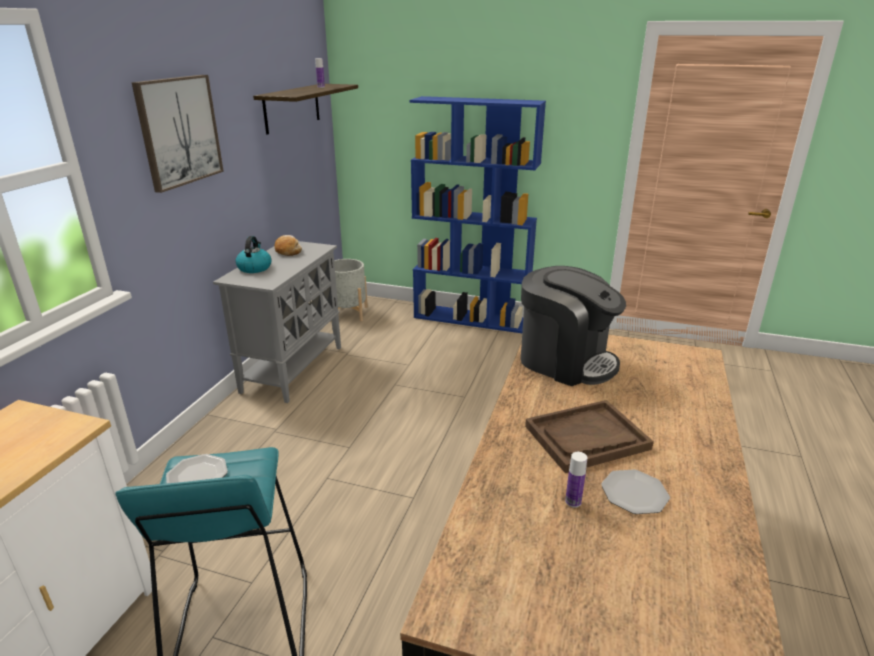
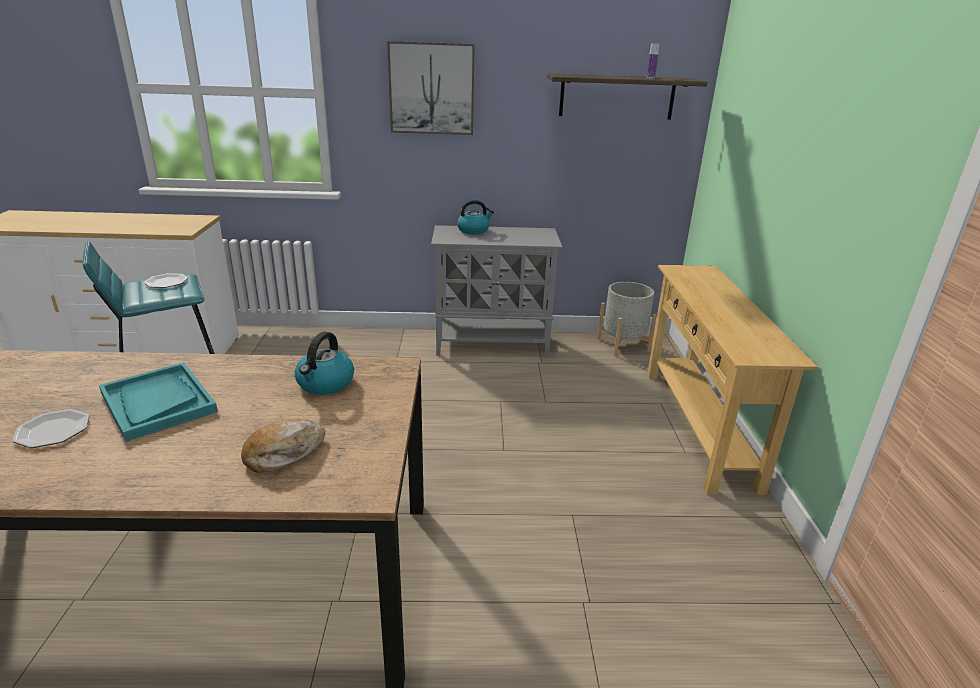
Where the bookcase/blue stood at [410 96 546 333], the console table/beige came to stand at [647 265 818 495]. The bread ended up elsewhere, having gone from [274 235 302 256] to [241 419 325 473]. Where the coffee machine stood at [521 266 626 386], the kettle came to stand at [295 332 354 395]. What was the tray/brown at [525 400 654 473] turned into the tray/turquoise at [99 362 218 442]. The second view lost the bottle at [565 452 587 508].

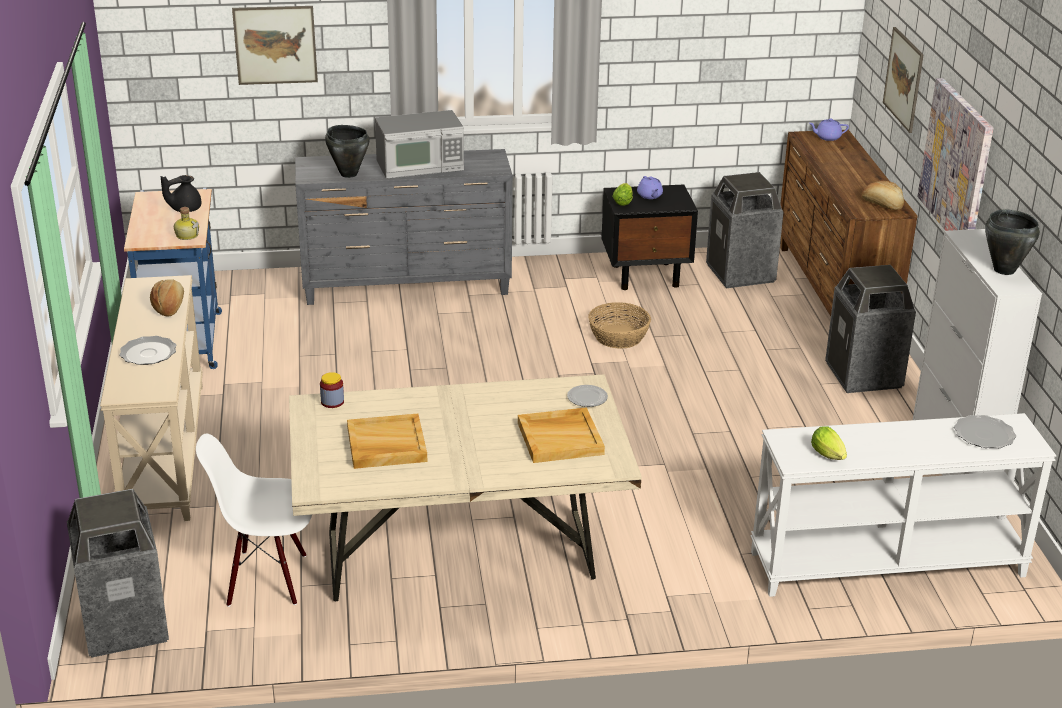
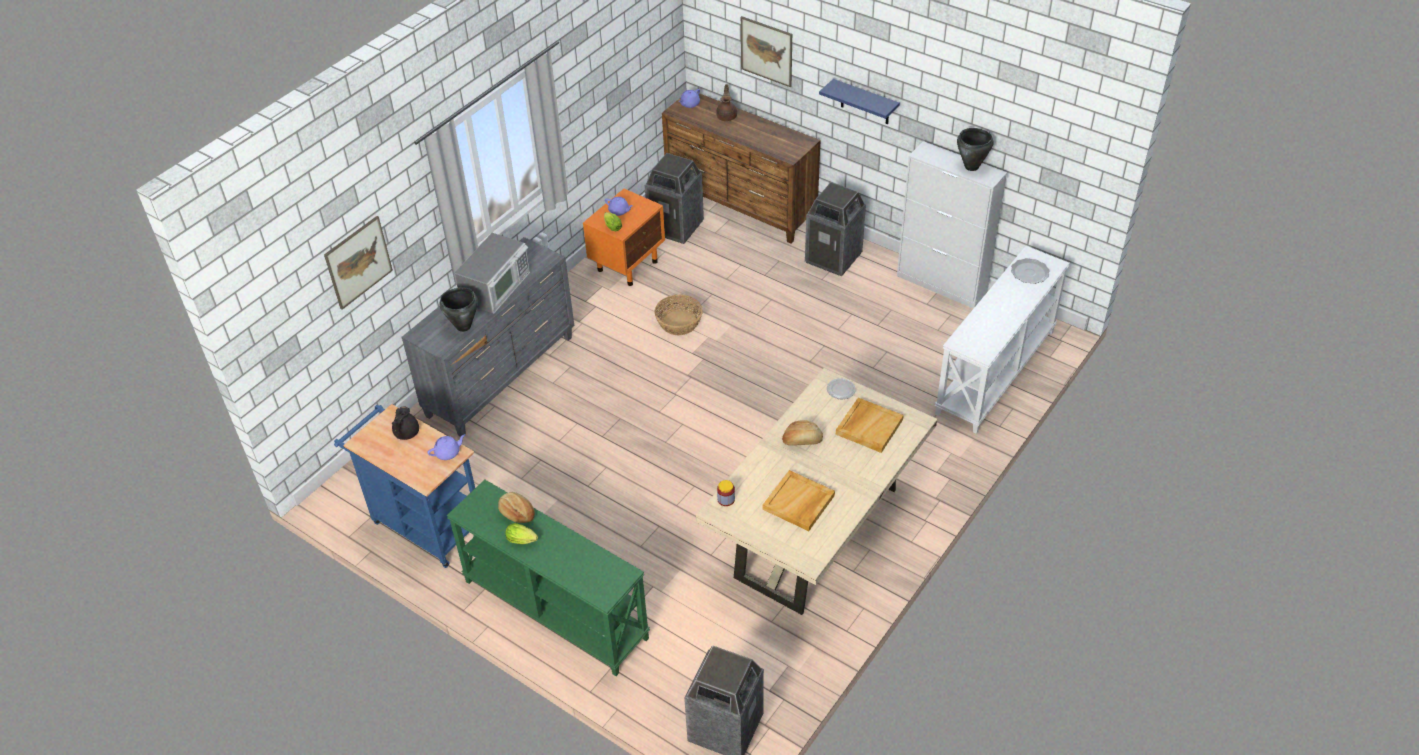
Where the picture hung at [917 78 993 231], the shelf/blue came to hang at [819 79 900 124]. The bread ended up elsewhere, having gone from [862 180 904 210] to [782 420 823 446]. What was the nightstand/black at [602 184 698 290] turned into the nightstand/orange at [583 189 665 286]. Where the bottle stood at [174 207 199 240], the teapot/purple came to stand at [428 434 466 460]. What was the console table/beige at [100 275 203 521] turned into the console table/green at [447 480 650 676]. The second view lost the plate at [119 336 176 365]. The lettuce ended up elsewhere, having gone from [811 427 847 460] to [505 523 538 544]. The second view lost the chair/white at [196 433 312 607]. The second view gained the teapot/brown at [716 84 737 121].

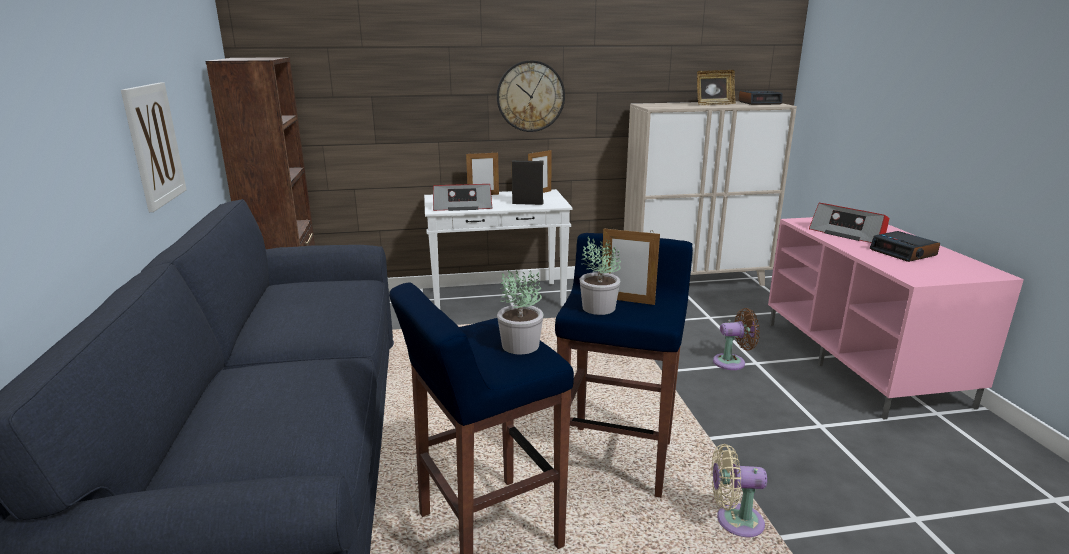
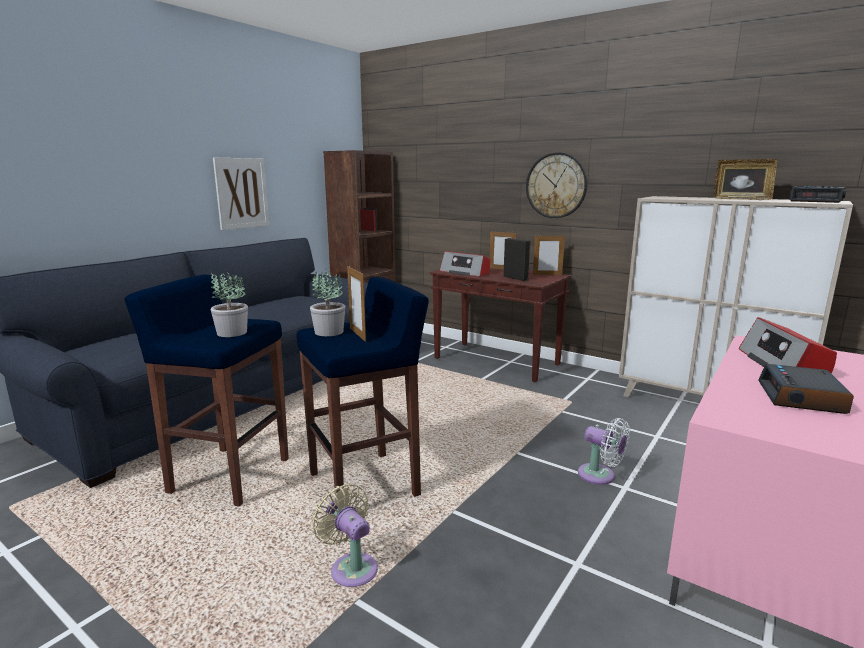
What was the console table/white at [424 189 572 309] turned into the console table/brown at [430 268 571 383]. What was the fan/brown at [713 308 760 370] turned into the fan/white at [578 418 630 485].

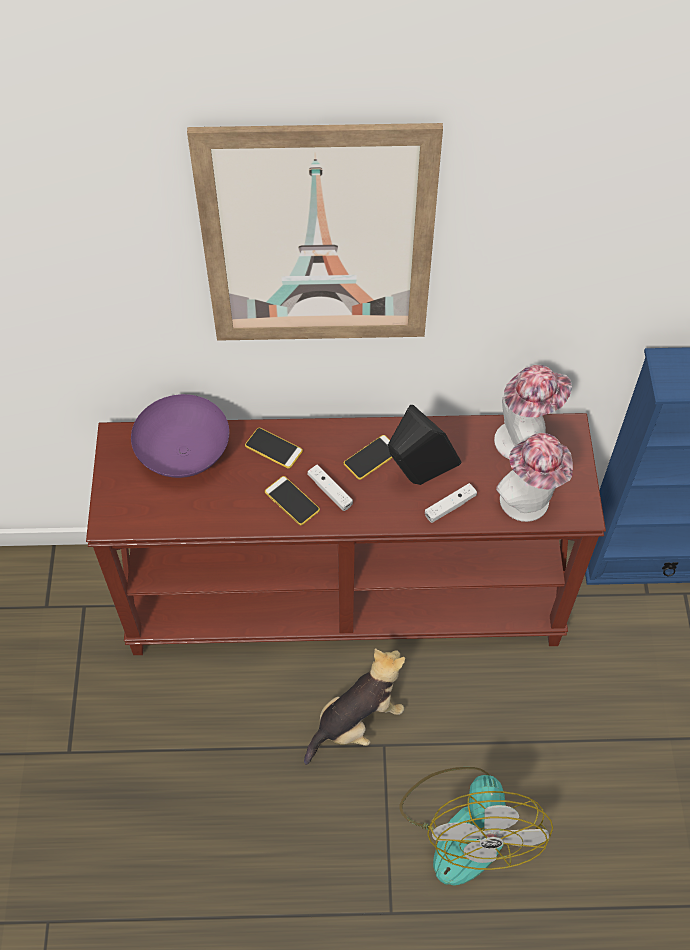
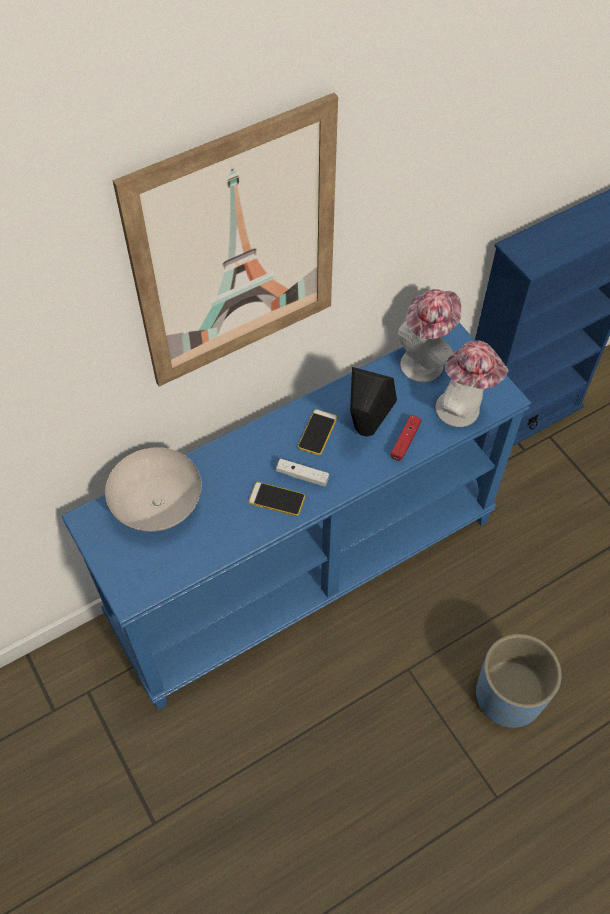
What was the bowl/purple at [131 394 229 478] turned into the bowl/white at [105 447 202 532]. What was the console table/brown at [86 413 606 655] turned into the console table/blue at [61 323 531 710]. The second view lost the phone at [245 428 303 469]. What was the game controller/white at [425 483 477 523] turned into the game controller/red at [391 415 421 461]. The second view lost the plush toy at [304 649 405 765]. Where the fan stood at [400 767 553 886], the planter/blue came to stand at [476 634 562 728].

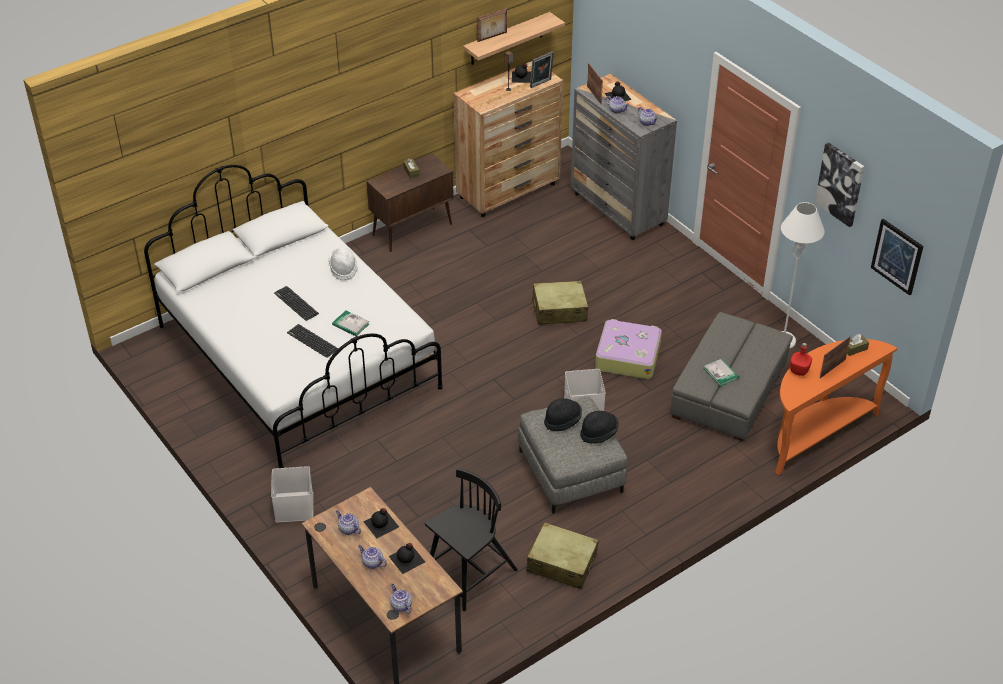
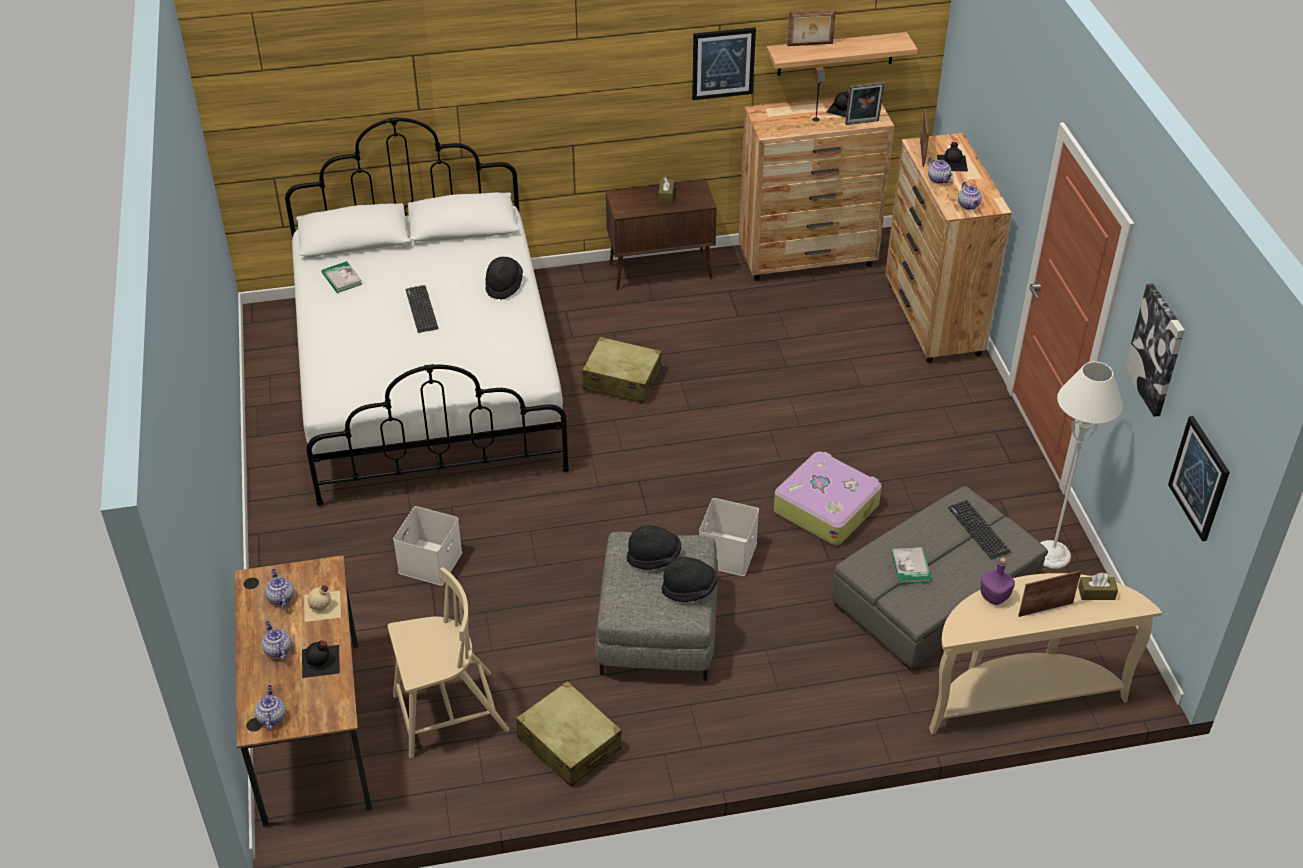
What was the dresser/grey at [571 74 677 240] turned into the dresser/brown at [885 133 1012 363]. What was the hat/white at [329 247 358 280] turned into the hat/black at [485 256 523 300]. The suitcase/beige ended up elsewhere, having gone from [531 281 588 325] to [582 337 662 404]. The book ended up elsewhere, having gone from [332 311 369 336] to [321 261 362 293]. The keyboard ended up elsewhere, having gone from [287 324 338 358] to [948 500 1011 559]. What was the console table/orange at [775 339 897 475] turned into the console table/beige at [929 573 1162 734]. What was the bottle/red at [790 343 812 376] turned into the bottle/purple at [980 557 1015 605]. The storage box/white ended up elsewhere, having gone from [271 466 313 523] to [393 506 462 586]. What was the chair/black at [425 468 518 611] turned into the chair/beige at [388 567 509 758]. What was the bottle/black at [363 508 399 538] turned into the bottle/beige at [304 585 341 622]. The second view gained the picture at [692 27 756 100].

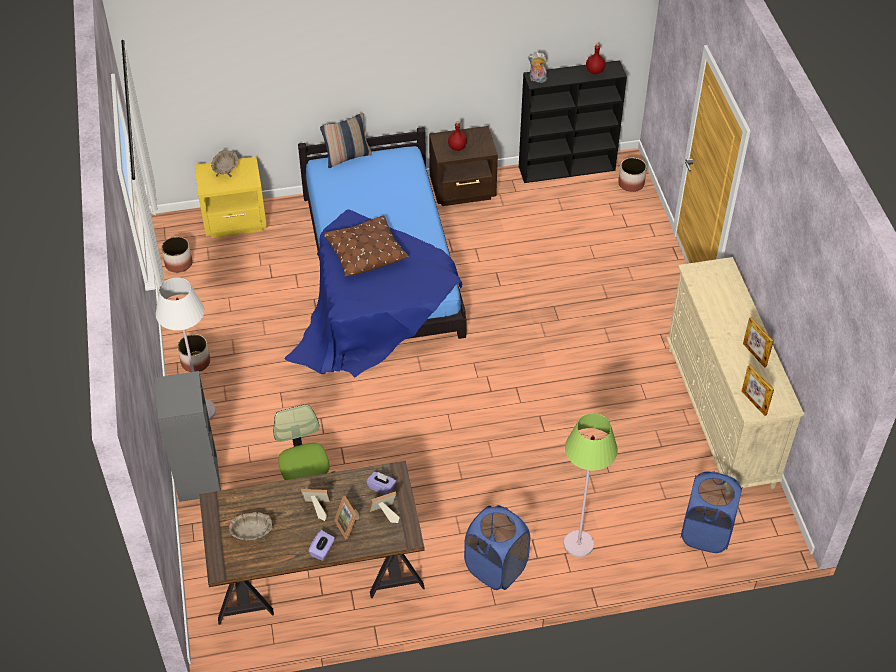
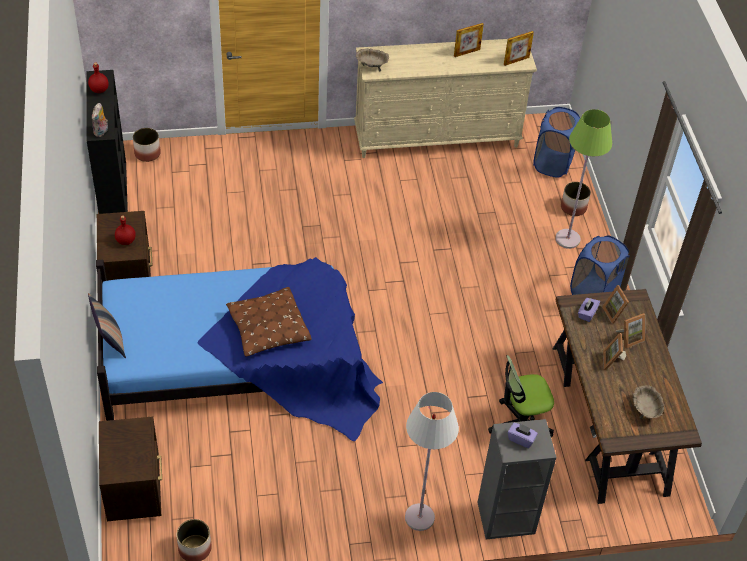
The bowl/beige ended up elsewhere, having gone from [211 150 238 177] to [356 48 389 71]. What was the nightstand/yellow at [195 156 267 238] turned into the nightstand/brown at [99 417 162 521]. The planter ended up elsewhere, having gone from [178 334 210 372] to [561 182 591 216]. The tissue box/purple ended up elsewhere, having gone from [308 530 335 561] to [508 423 538 448].

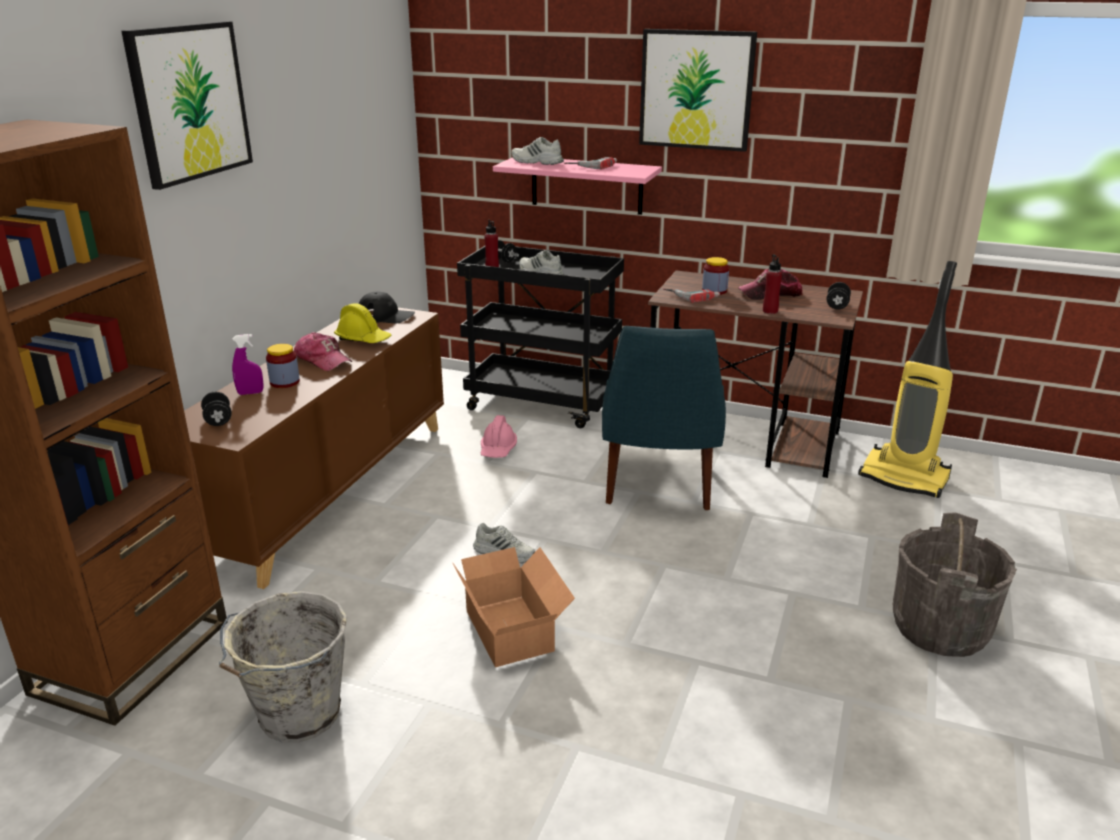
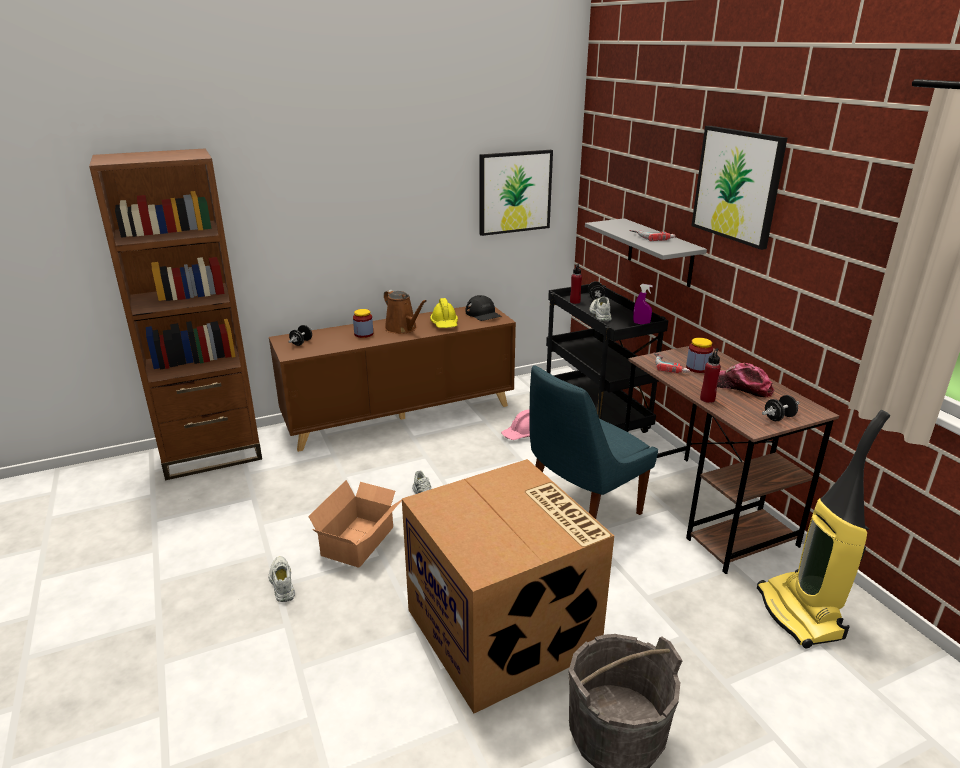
The picture ended up elsewhere, having gone from [121 21 253 190] to [480 150 553 236]. The shoe/white ended up elsewhere, having gone from [511 137 564 165] to [269 556 295 602]. What was the shelf/pink at [493 157 662 215] turned into the shelf/grey at [585 218 707 287]. Where the cap stood at [294 332 353 371], the watering can/brown came to stand at [384 290 427 334]. The spray bottle/purple ended up elsewhere, having gone from [232 334 263 395] to [633 284 653 325]. The second view lost the bucket/grey at [219 591 347 743]. The second view gained the cardboard box at [402 459 614 713].

